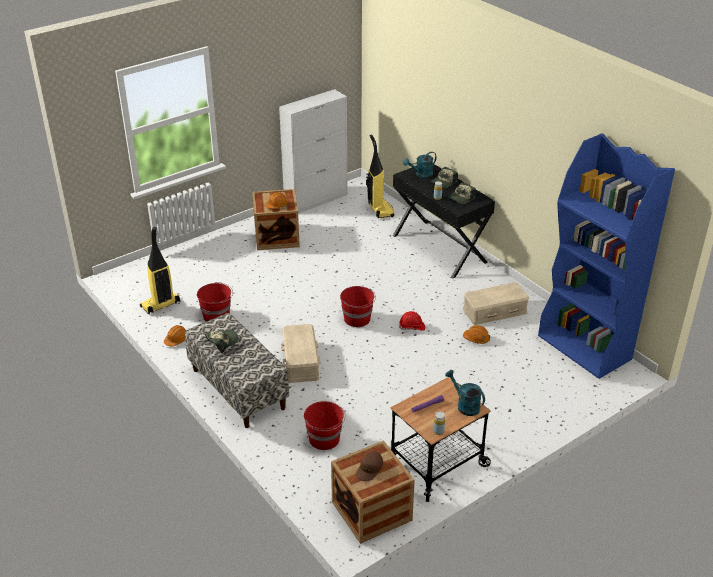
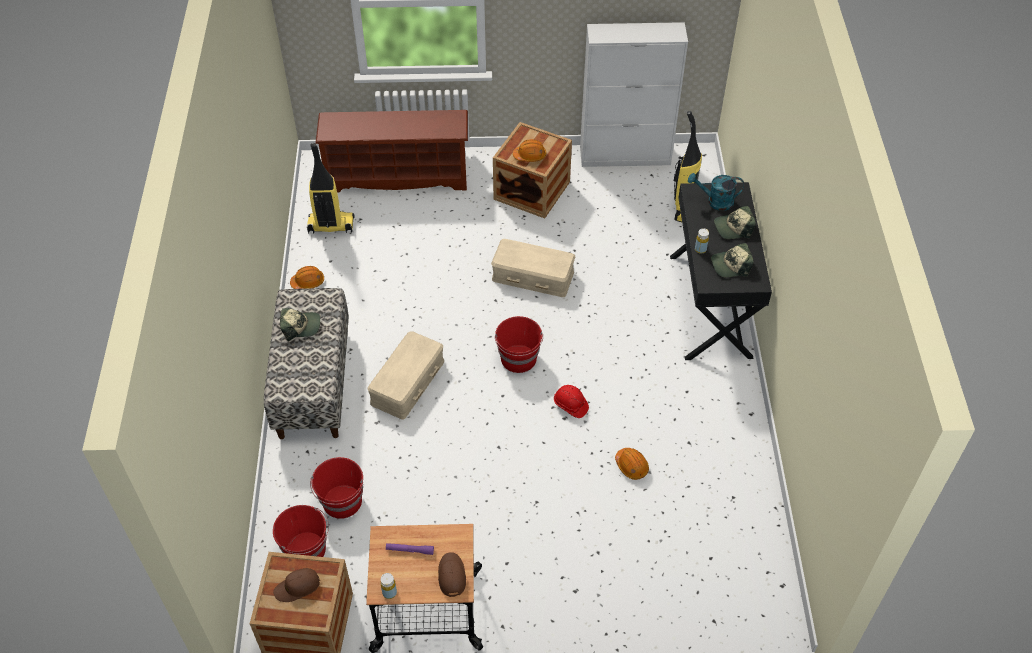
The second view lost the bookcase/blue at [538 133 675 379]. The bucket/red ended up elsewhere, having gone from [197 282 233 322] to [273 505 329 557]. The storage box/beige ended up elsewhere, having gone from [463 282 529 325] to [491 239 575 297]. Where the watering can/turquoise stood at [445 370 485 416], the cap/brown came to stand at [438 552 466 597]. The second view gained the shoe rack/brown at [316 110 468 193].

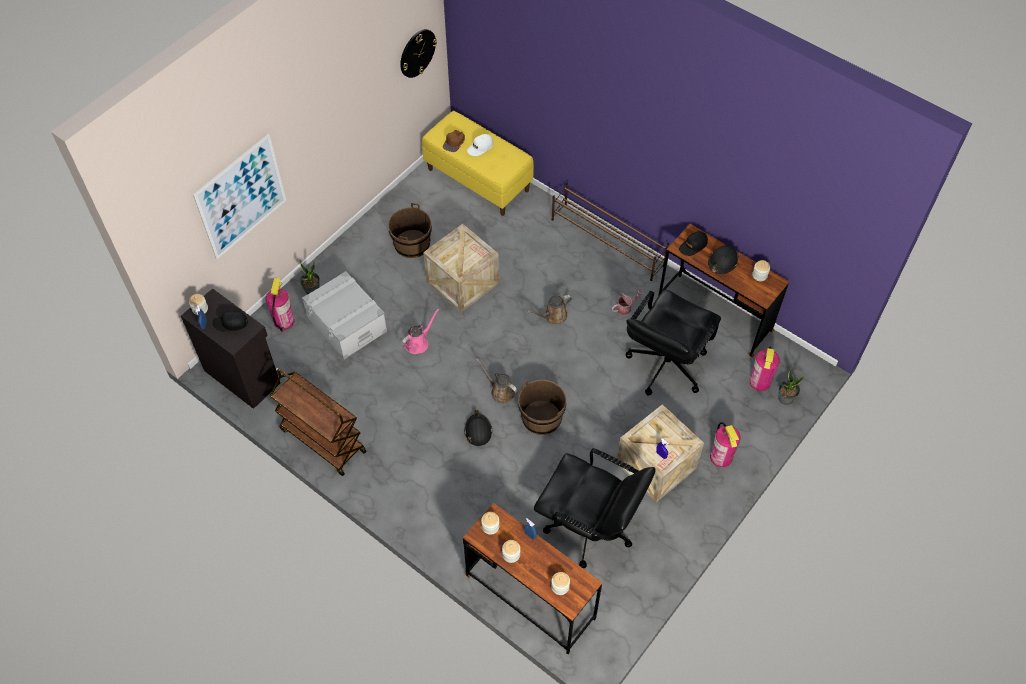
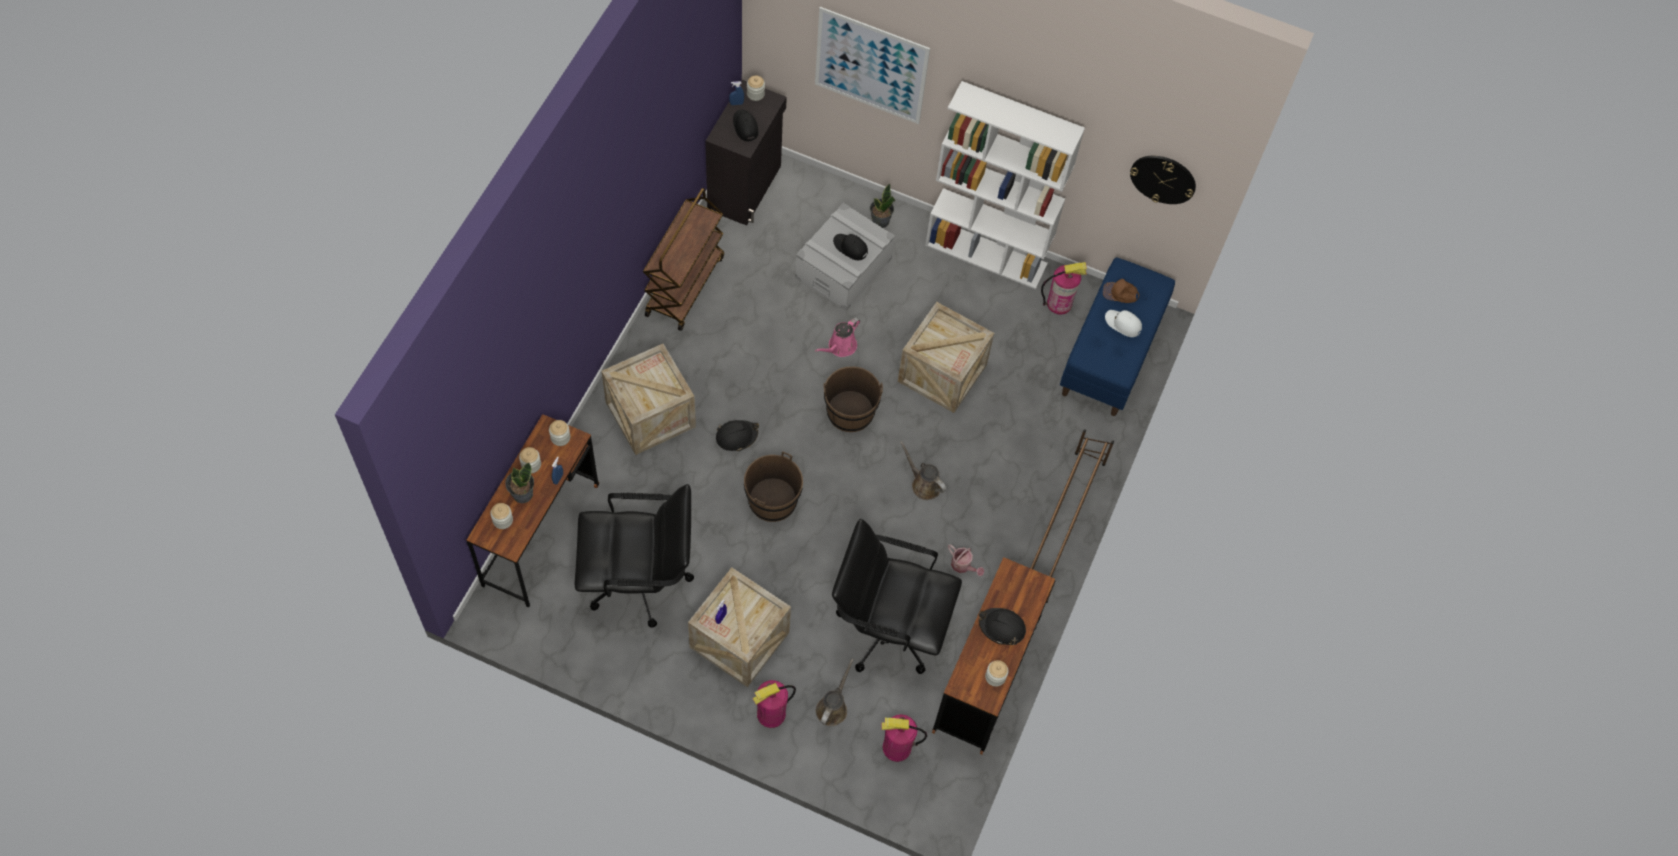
What was the bench/yellow at [422 111 534 216] turned into the bench/blue at [1060 257 1175 416]. The bucket/brown ended up elsewhere, having gone from [388 203 432 258] to [824 366 883 432]. The cap/black ended up elsewhere, having gone from [679 231 708 256] to [833 234 868 260]. The fire extinguisher ended up elsewhere, having gone from [265 278 294 332] to [1041 262 1087 315]. The watering can/pink at [401 308 439 354] ended up facing another way, 105 degrees clockwise from before. The watering can/brown ended up elsewhere, having gone from [476 358 518 403] to [816 659 854 726]. The potted plant ended up elsewhere, having gone from [778 367 805 405] to [505 463 534 503]. The office chair/black at [534 448 655 568] ended up facing another way, 105 degrees counterclockwise from before. The second view gained the bookcase/white at [925 81 1085 289]. The second view gained the crate at [602 344 696 455].

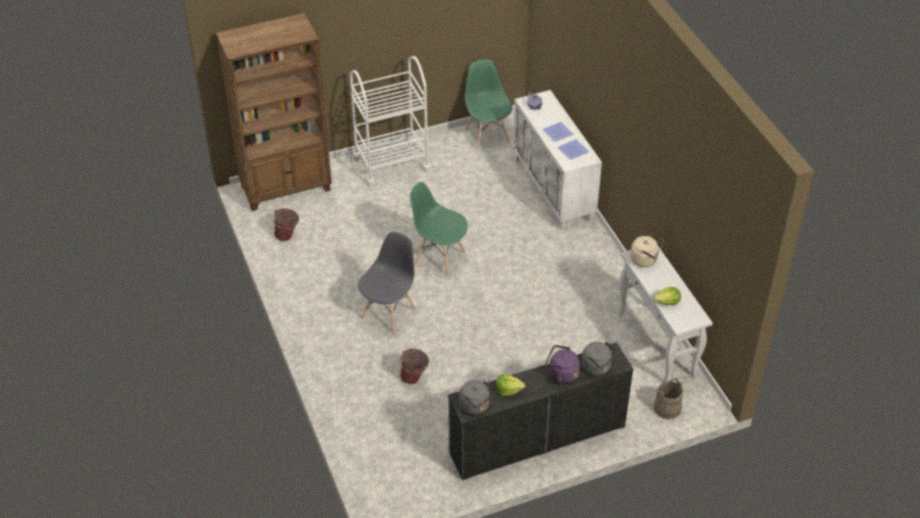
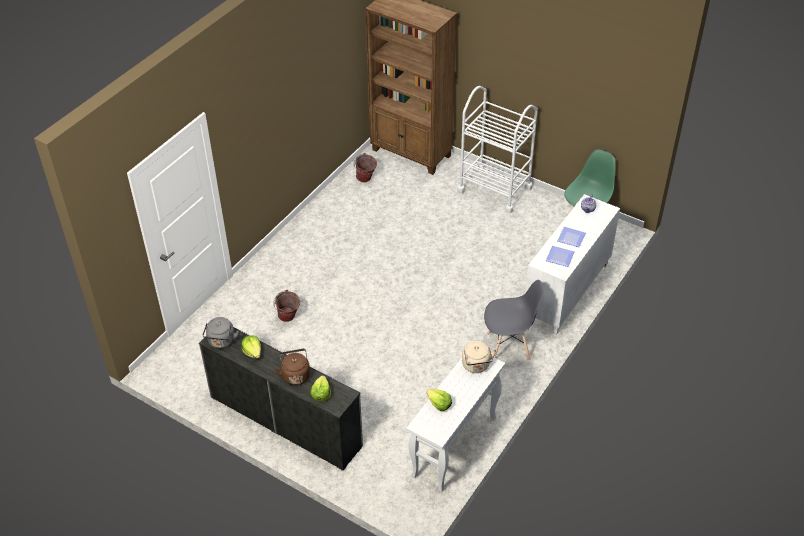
The second view lost the chair/green at [410 182 468 276]. The chair/grey ended up elsewhere, having gone from [358 232 416 334] to [484 280 544 361]. Where the kettle/grey stood at [581 342 618 376], the lettuce came to stand at [310 375 331 401]. What was the kettle/purple at [545 345 580 383] turned into the kettle/brown at [275 349 310 385]. The second view lost the bucket/beige at [654 379 683 419].

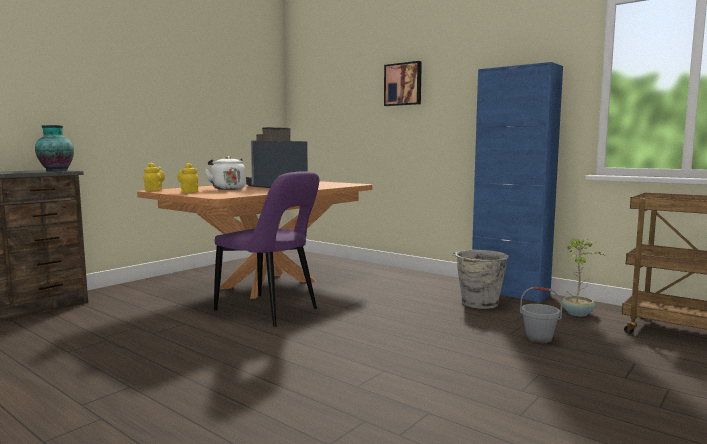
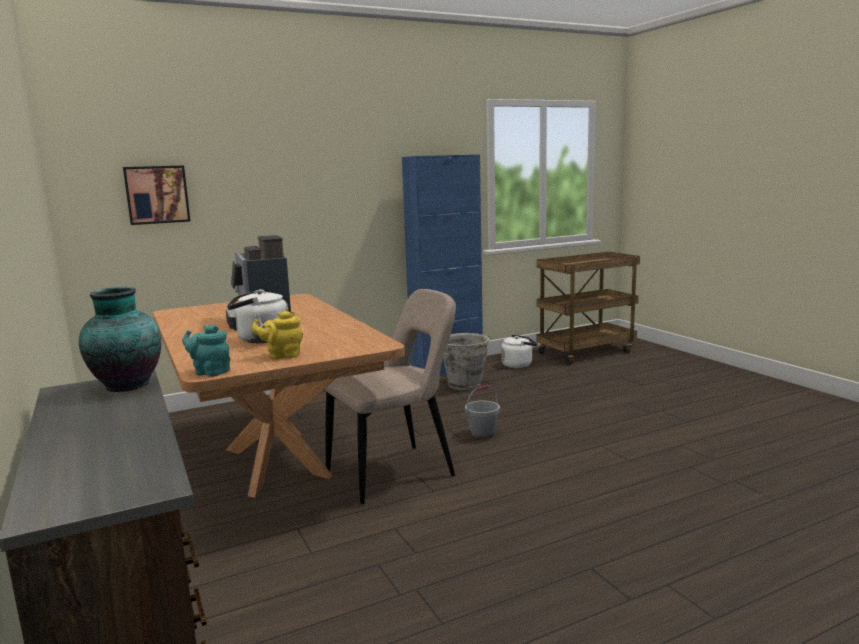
The picture ended up elsewhere, having gone from [384 61 422 106] to [123 166 190 225]. What was the teapot/yellow at [143 163 165 191] turned into the teapot/turquoise at [182 325 230 377]. What was the chair/purple at [214 171 319 327] turned into the chair/beige at [325 289 456 504]. Where the potted plant stood at [562 238 604 316], the kettle/white came to stand at [501 335 538 368]. The bucket/grey ended up elsewhere, having gone from [520 287 562 343] to [465 385 500 439].

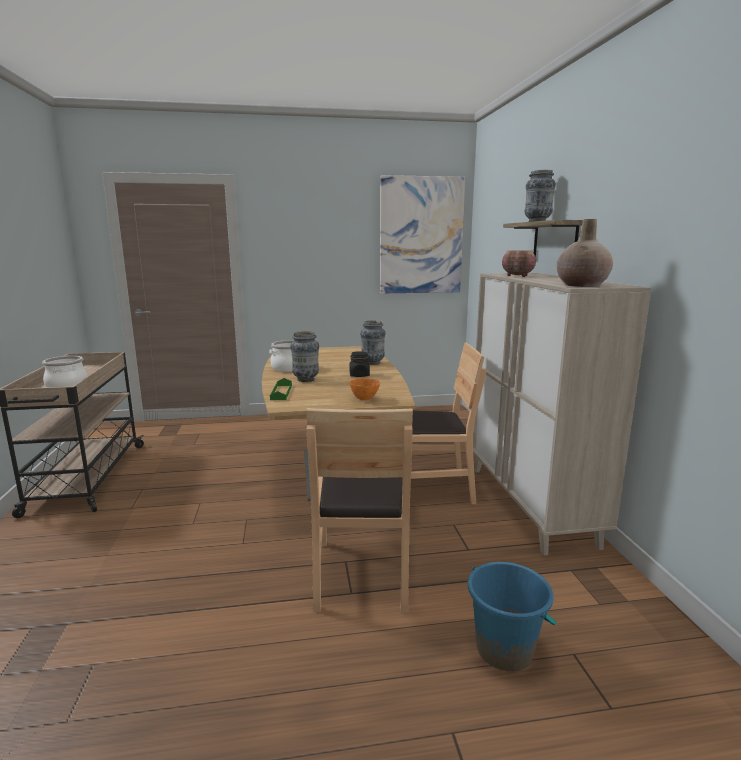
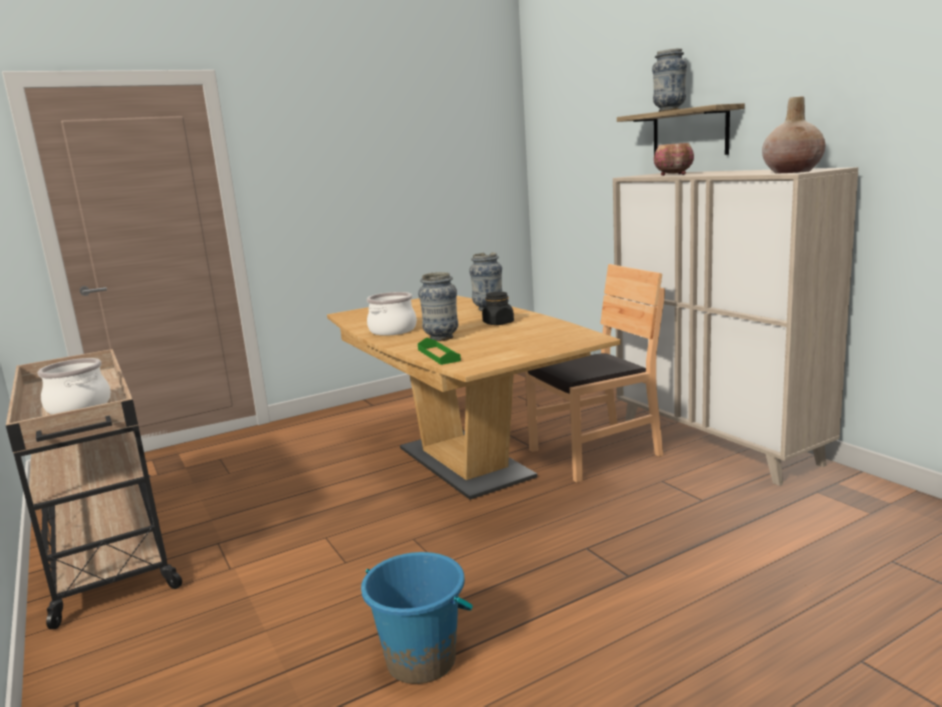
The second view lost the picture at [380 175 465 294]. The second view lost the bowl/orange at [350 378 380 400]. The second view lost the chair/brown at [306 408 413 613]. The bucket/blue ended up elsewhere, having gone from [468 562 557 671] to [361 552 473 684].

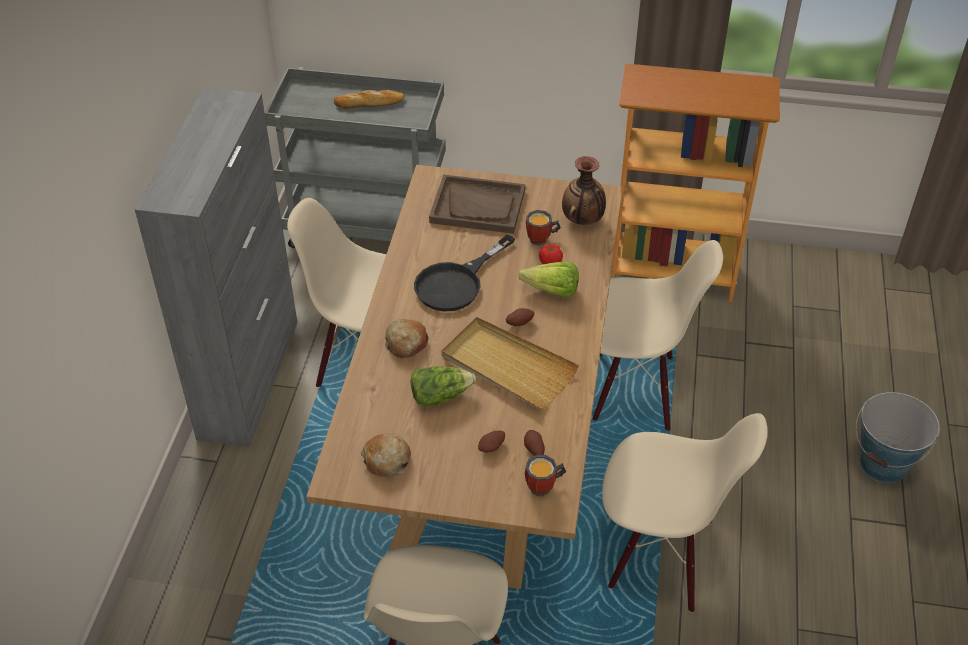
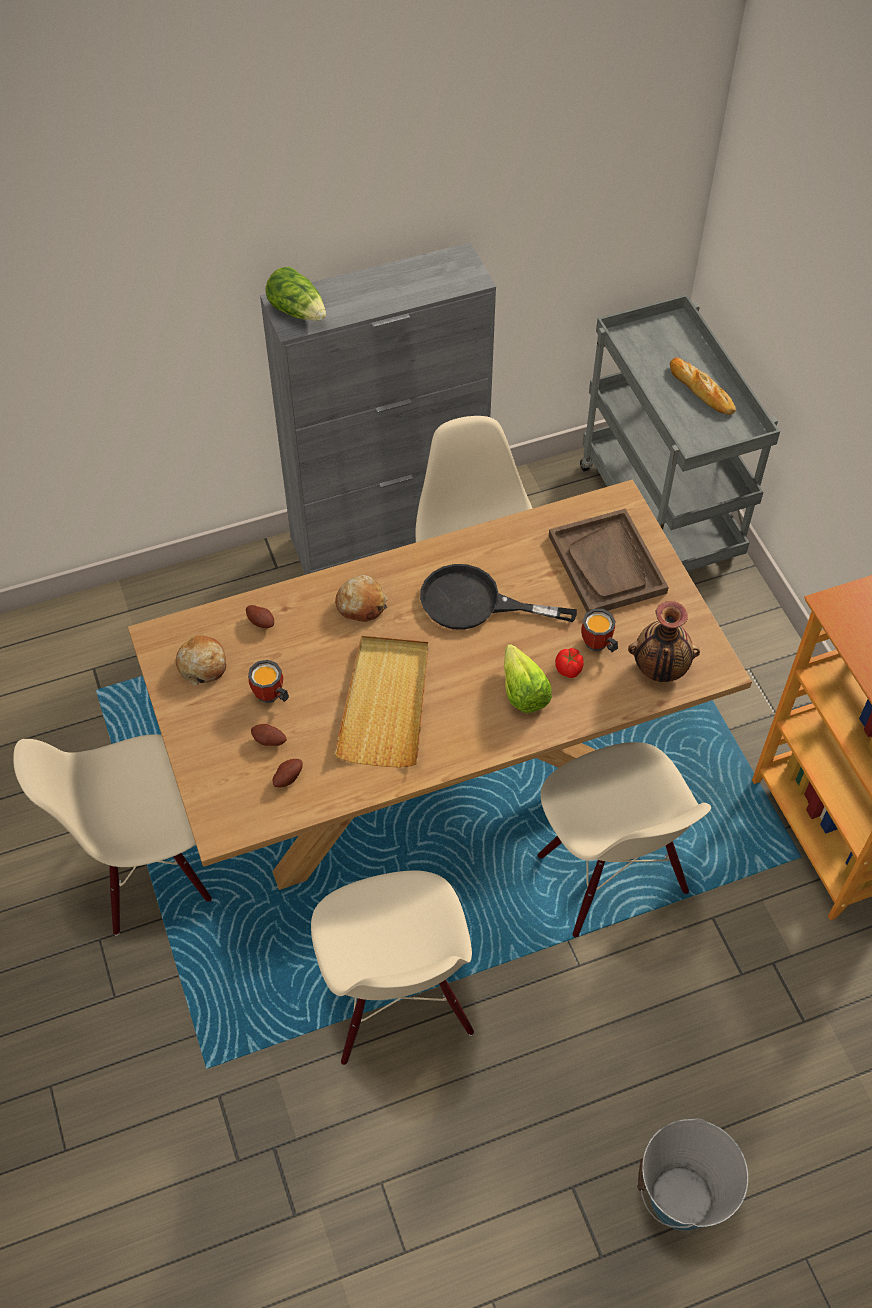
The potato ended up elsewhere, having gone from [506 308 535 326] to [246 605 274 628]. The lettuce ended up elsewhere, having gone from [411 366 476 406] to [265 267 326 321]. The mug ended up elsewhere, having gone from [525 455 566 496] to [248 660 289 703].

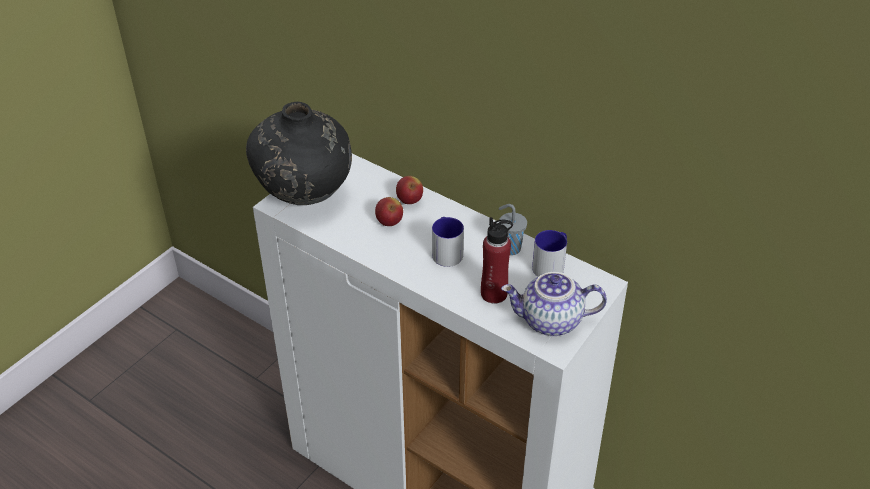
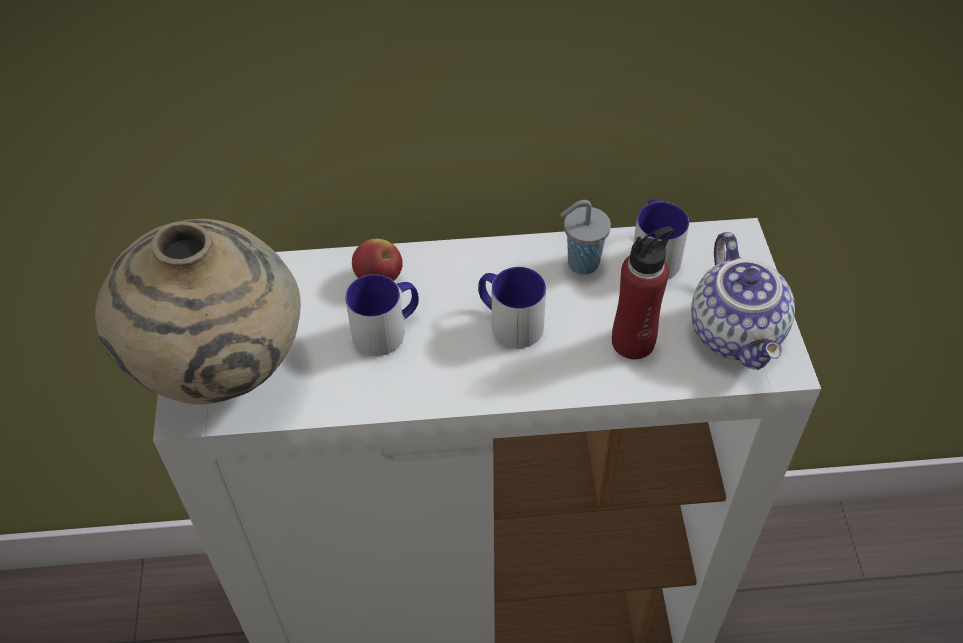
What was the vase/black at [246 102 352 205] turned into the vase/beige at [95 219 301 404]. Where the apple stood at [375 197 403 226], the mug came to stand at [345 274 419 356]. The teapot at [501 272 607 336] ended up facing another way, 60 degrees counterclockwise from before.

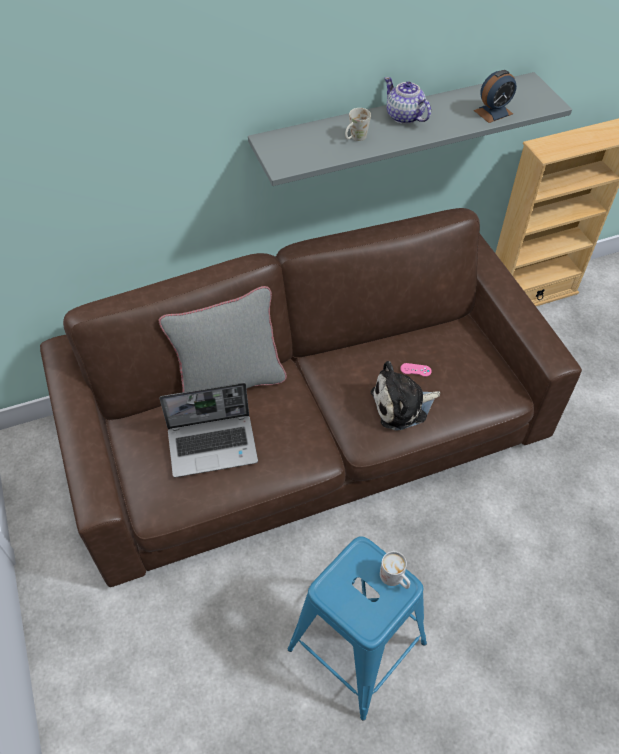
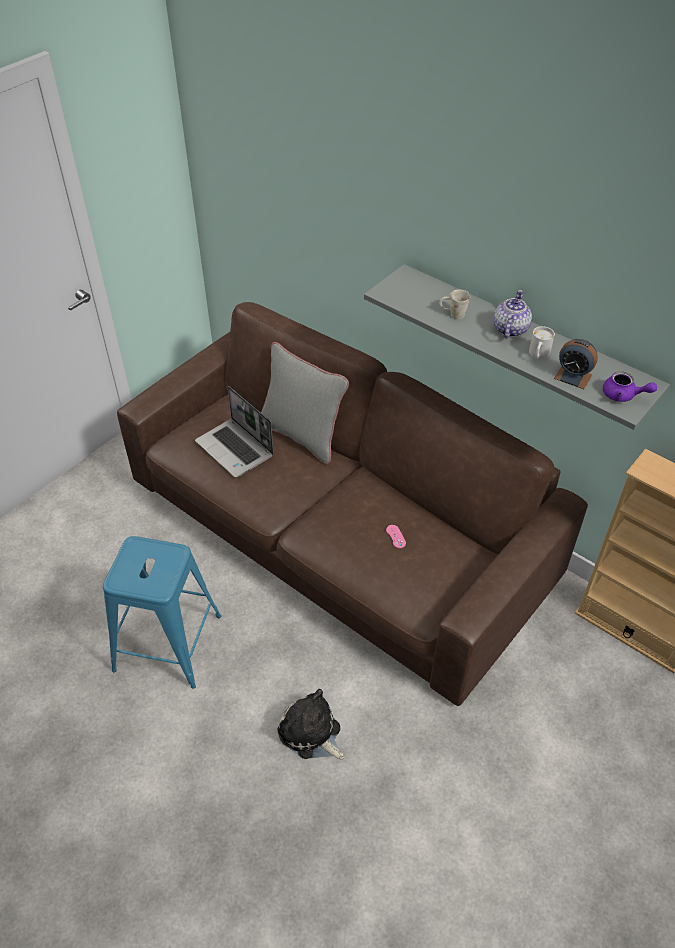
The plush toy ended up elsewhere, having gone from [371 361 441 431] to [277 689 345 759]. The mug/white ended up elsewhere, having gone from [380 551 410 589] to [529 326 555 359]. The second view gained the teapot/purple at [603 371 657 402].

